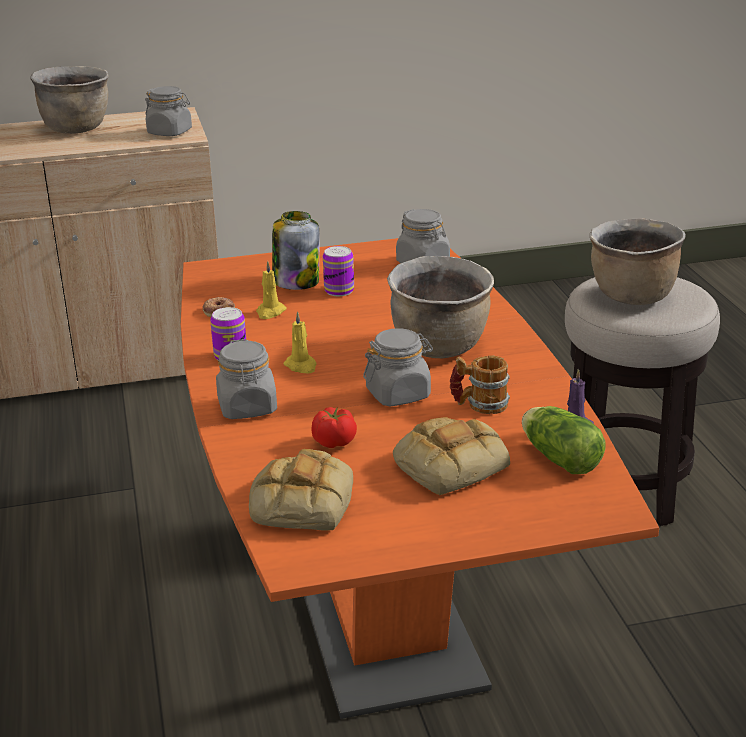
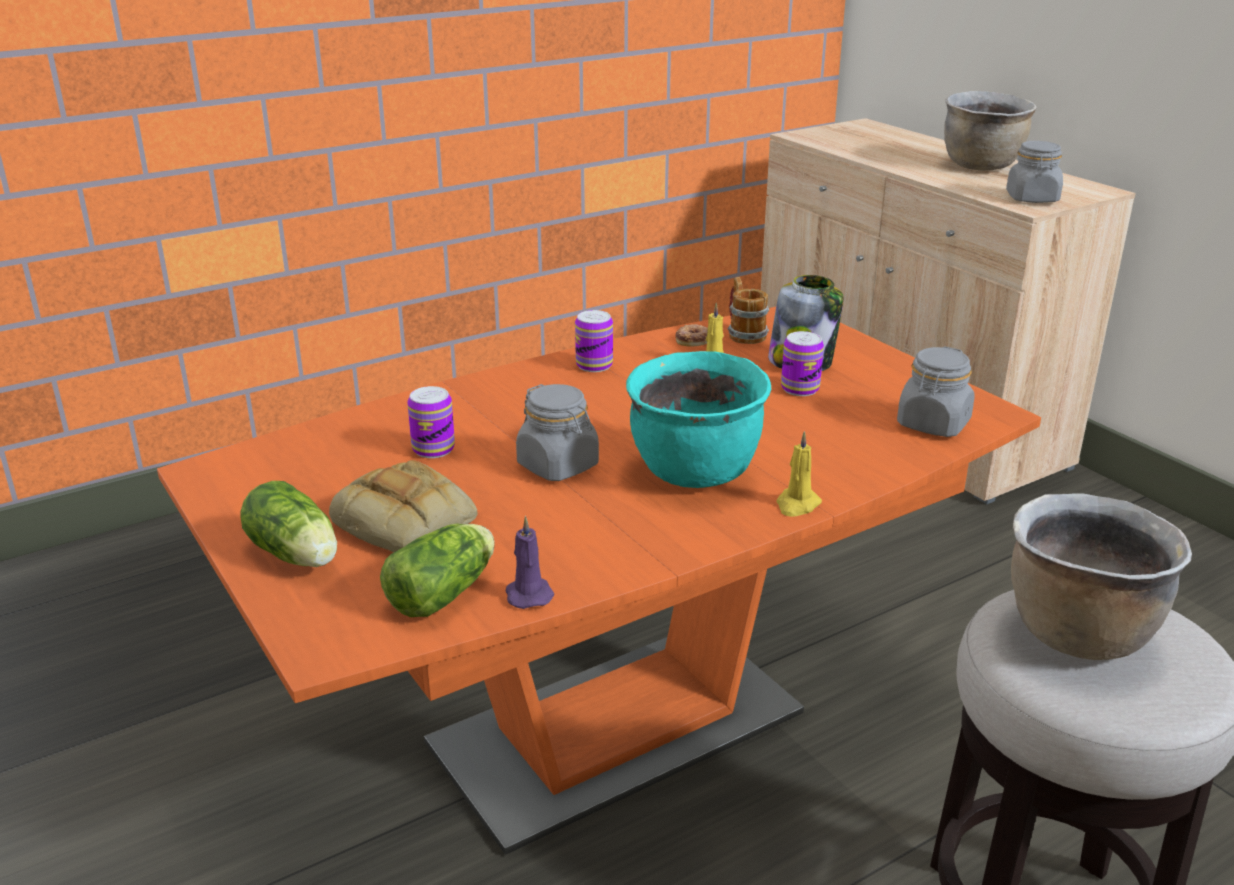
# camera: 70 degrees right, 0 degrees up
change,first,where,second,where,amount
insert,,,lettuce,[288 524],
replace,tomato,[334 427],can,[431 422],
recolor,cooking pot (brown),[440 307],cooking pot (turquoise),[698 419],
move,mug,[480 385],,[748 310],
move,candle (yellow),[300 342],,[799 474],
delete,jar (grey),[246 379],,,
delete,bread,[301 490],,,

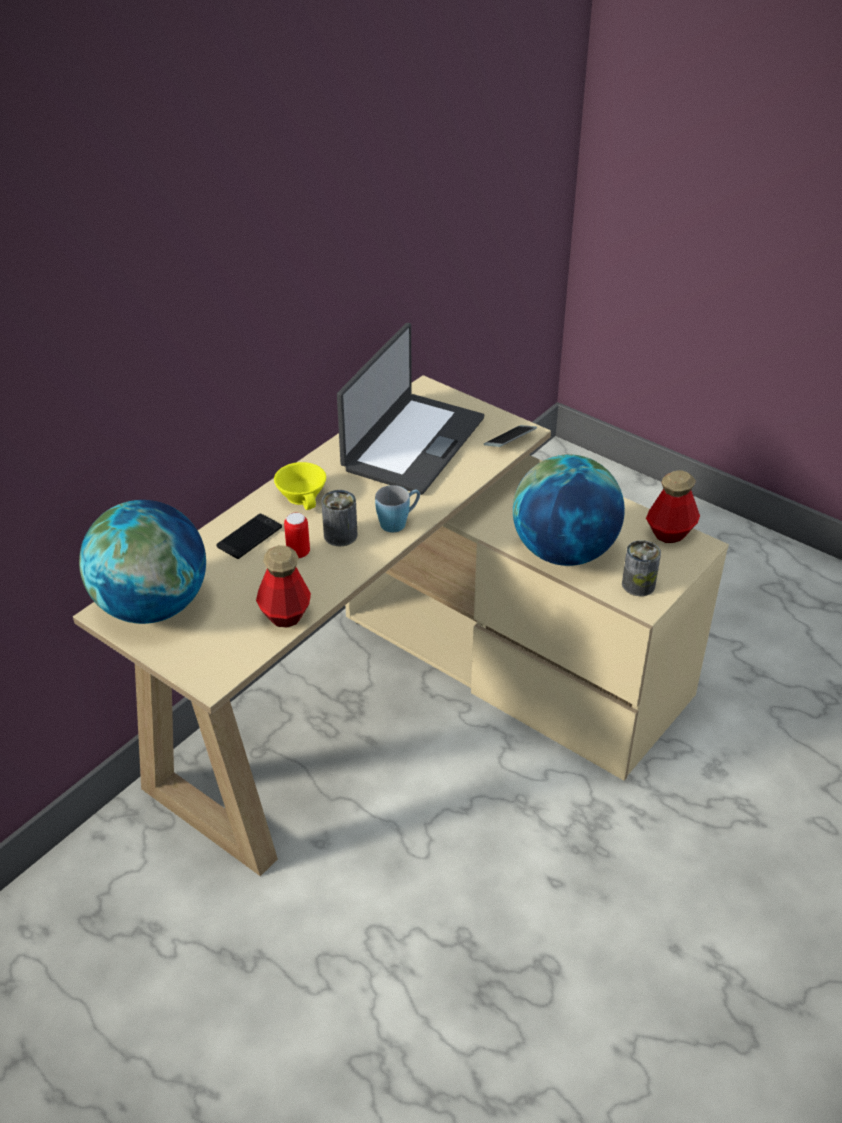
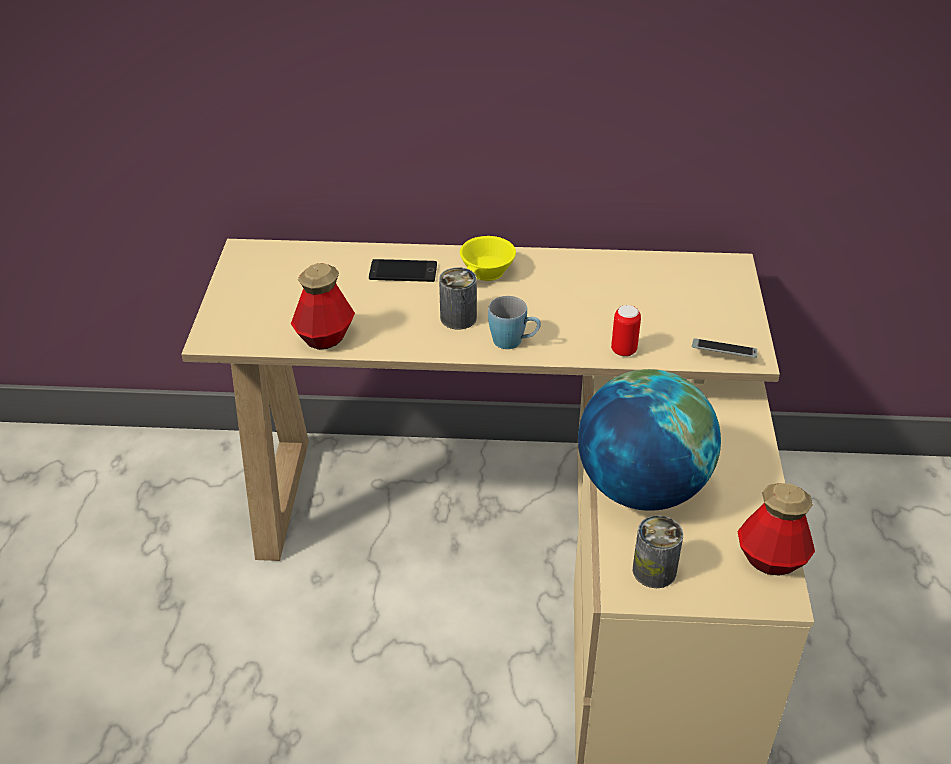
# camera: 55 degrees right, 0 degrees up
change,first,where,second,where,amount
move,can,[297 535],,[626 330],
delete,globe,[142 562],,,
delete,laptop,[410 409],,,

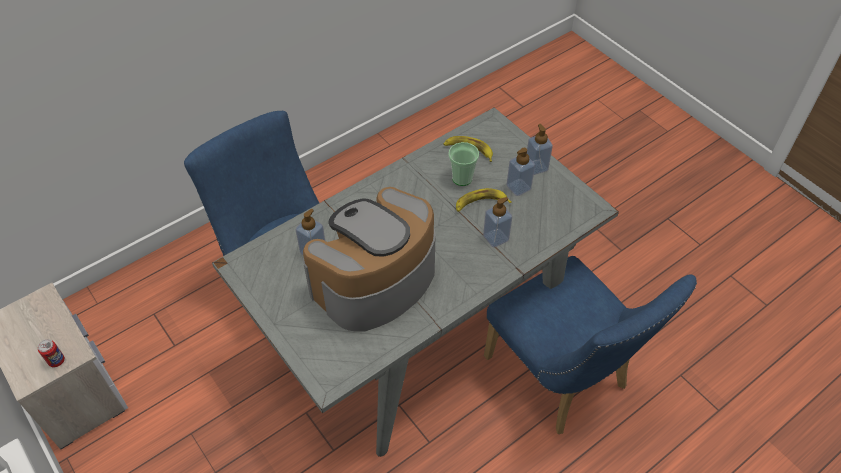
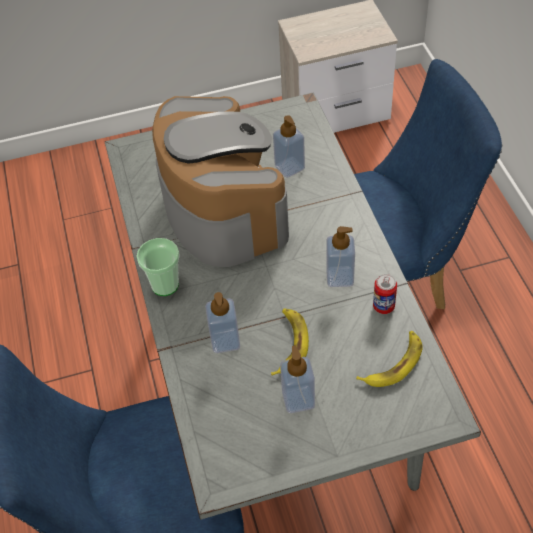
# camera: 115 degrees right, 0 degrees up
change,first,where,second,where,amount
move,cup,[463 164],,[158 267],
move,soap dispenser,[540 149],,[340 256],
move,can,[51 353],,[385 294],

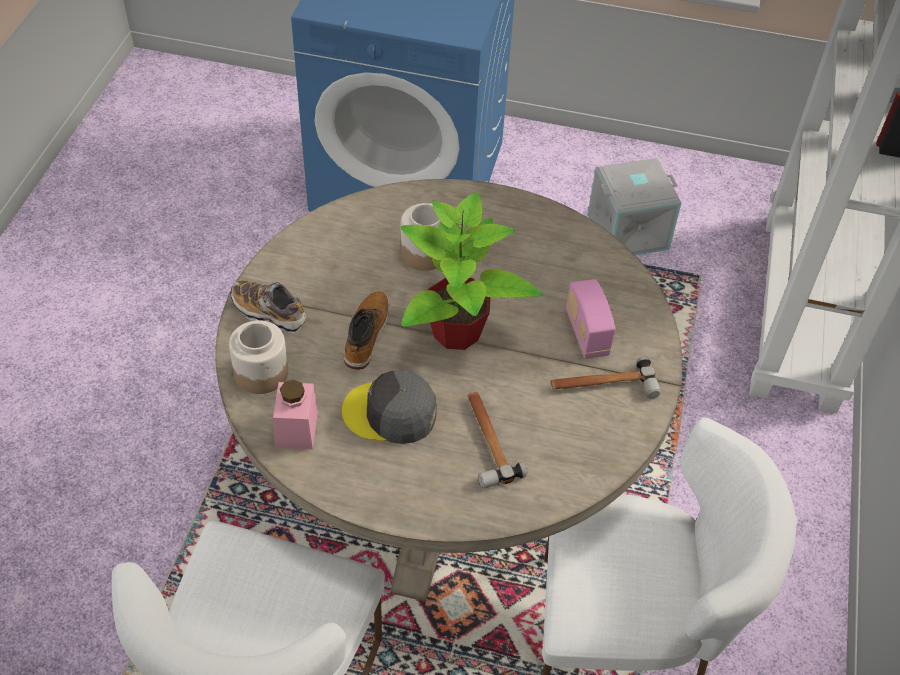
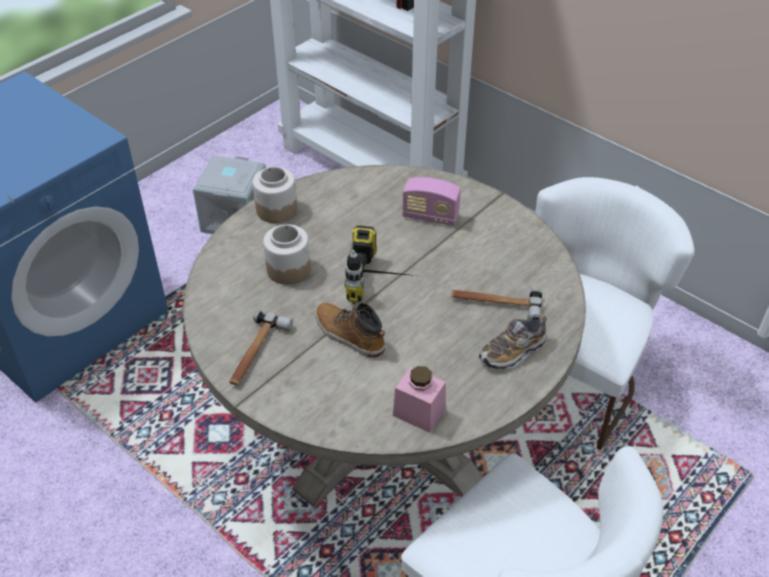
# camera: 60 degrees left, 5 degrees down
change,first,where,second,where,amount
move,hammer,[606 377],,[261 348],
move,jar,[258 357],,[275 194],
replace,potted plant,[471 271],power drill,[380 264],
move,shoe,[268 306],,[513 341],
delete,cap (grey),[389 407],,,

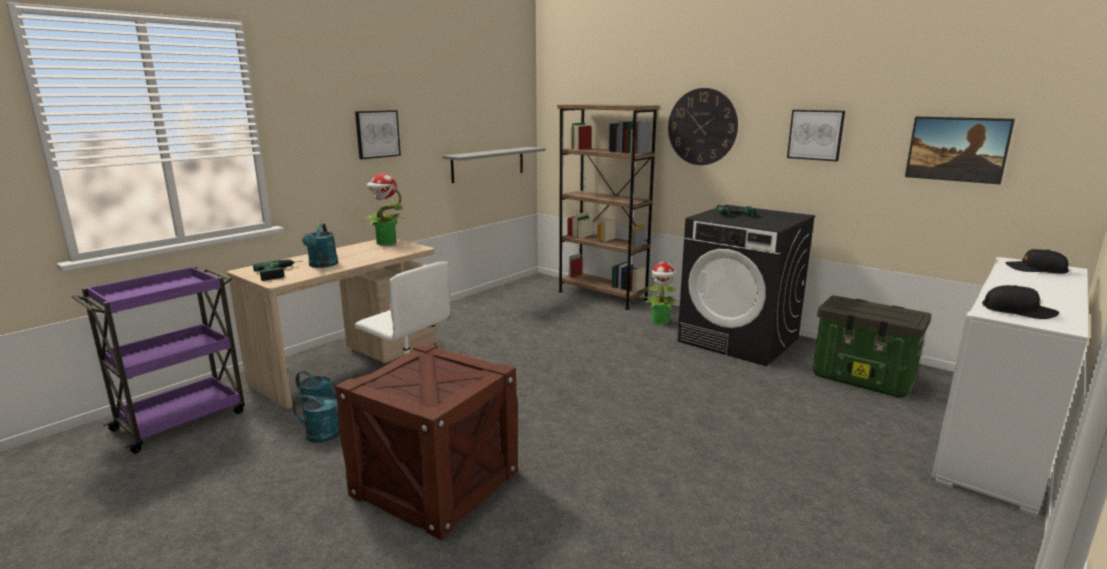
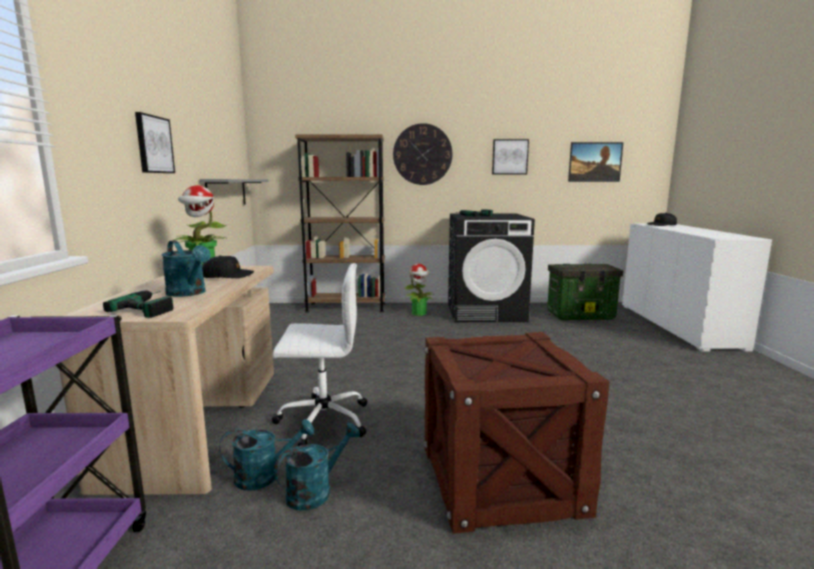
# camera: 40 degrees left, 5 degrees down
change,first,where,second,where,amount
move,cap (black),[1020 302],,[228 266],

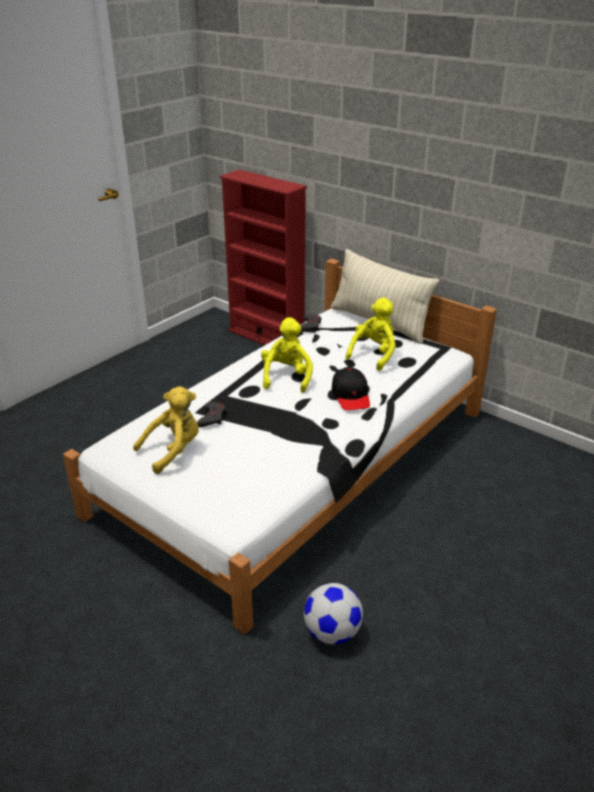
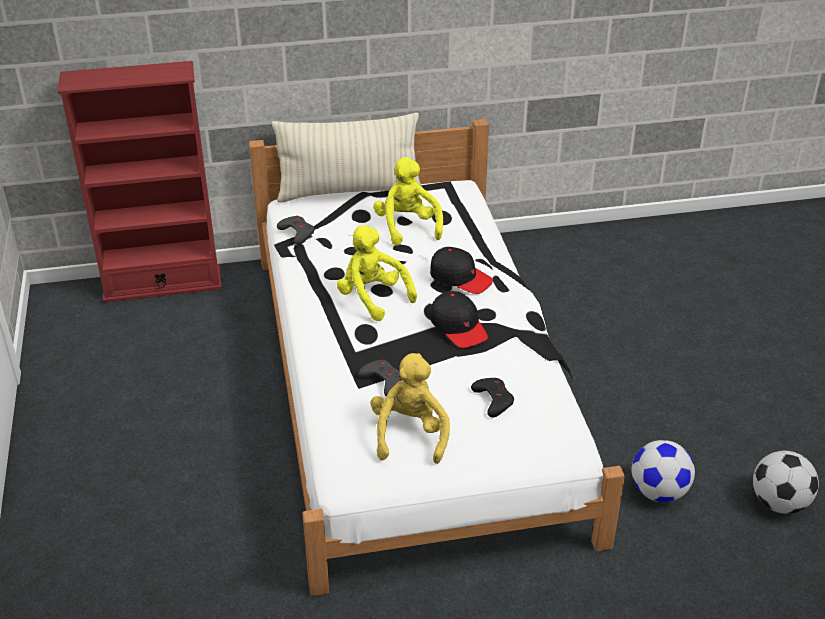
# camera: 50 degrees left, 5 degrees up
change,first,where,second,where,amount
insert,,,cap (black),[459 319],
insert,,,game controller (black),[492 398],
insert,,,football,[786 482],

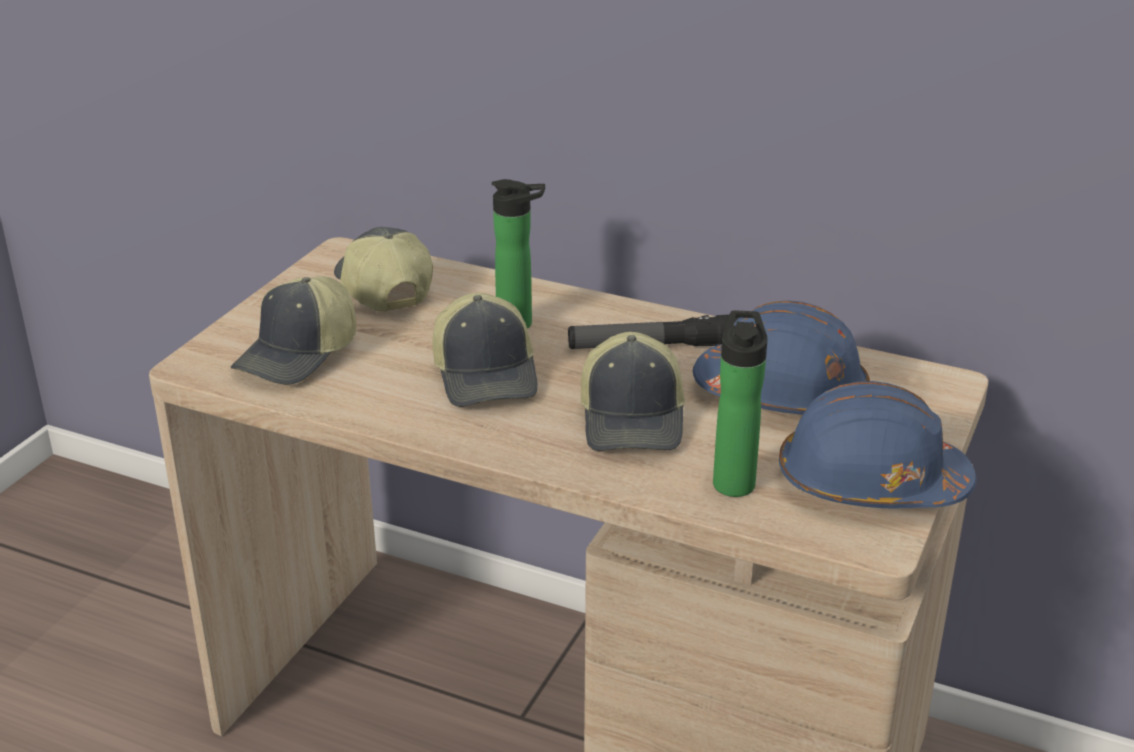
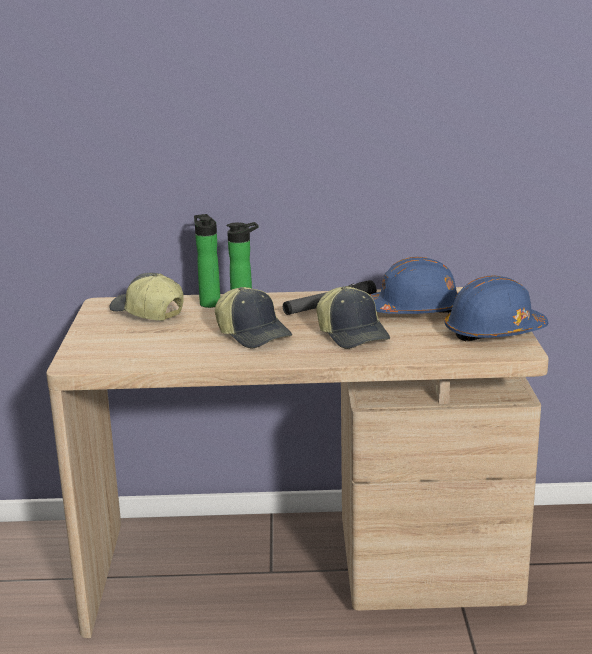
# camera: 25 degrees left, 10 degrees down
change,first,where,second,where,amount
move,bottle,[740 404],,[207 261],
delete,cap,[293 330],,,

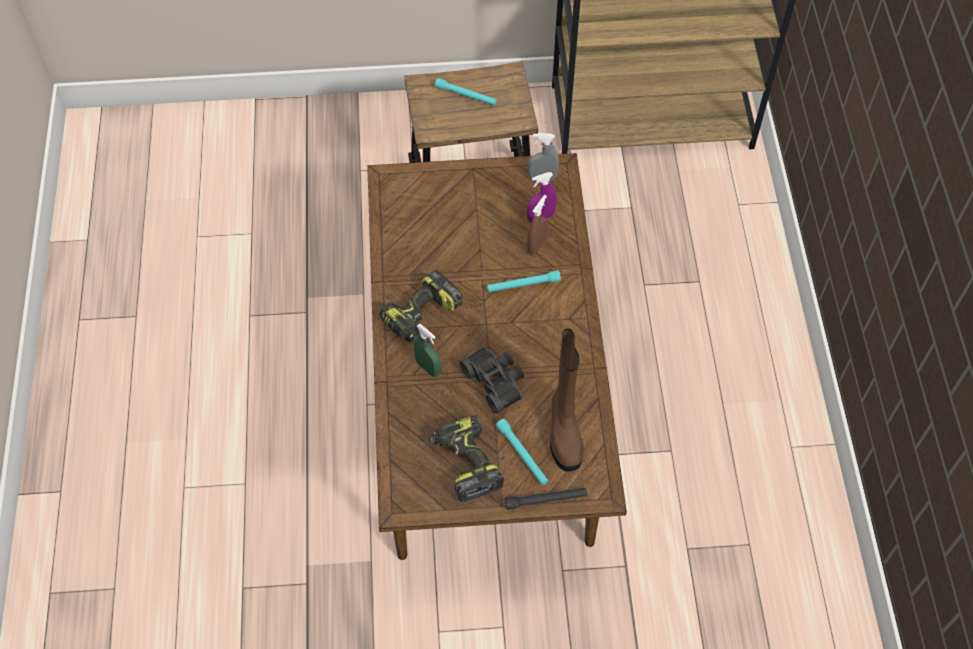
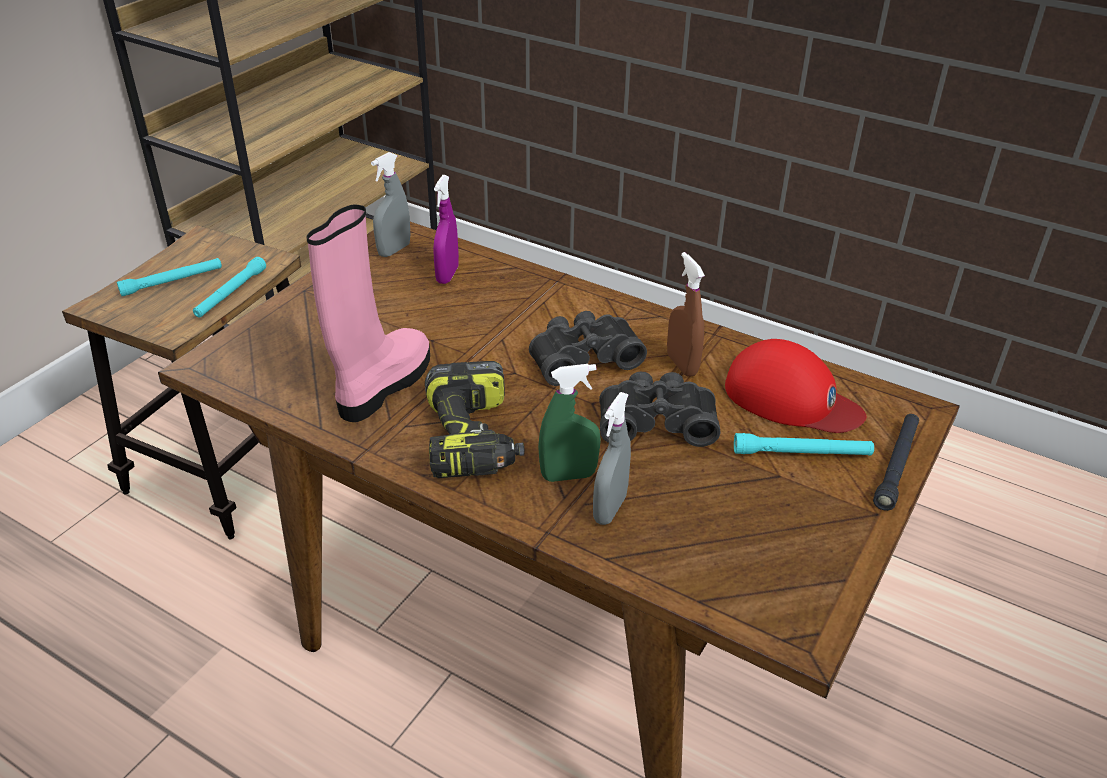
# camera: 55 degrees left, 20 degrees down
change,first,where,second,where,amount
move,flashlight (turquoise),[524 281],,[229 287],
insert,,,boot (pink),[368 313],
insert,,,binoculars (black),[588 348],
insert,,,spray bottle (grey),[612 458],
move,spray bottle (brown),[537 225],,[686 314],
replace,boot (brown),[567 400],cap (red),[795 386],
delete,power drill,[466 458],,,

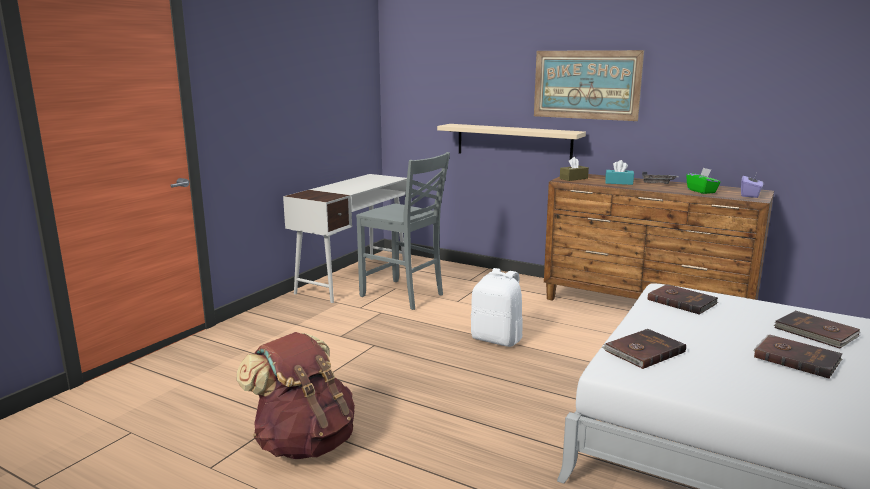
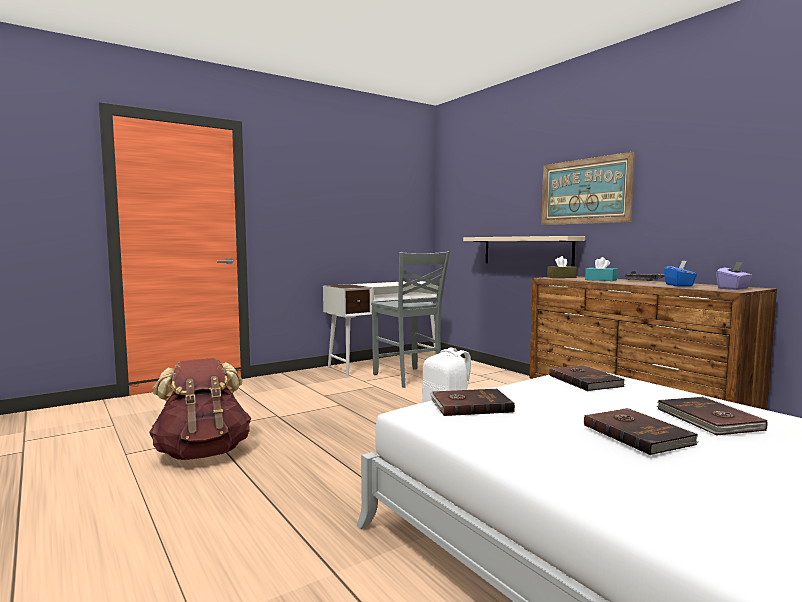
# camera: 25 degrees right, 10 degrees down
change,first,where,second,where,amount
recolor,tissue box (green),[703 181],tissue box (blue),[680 273],

